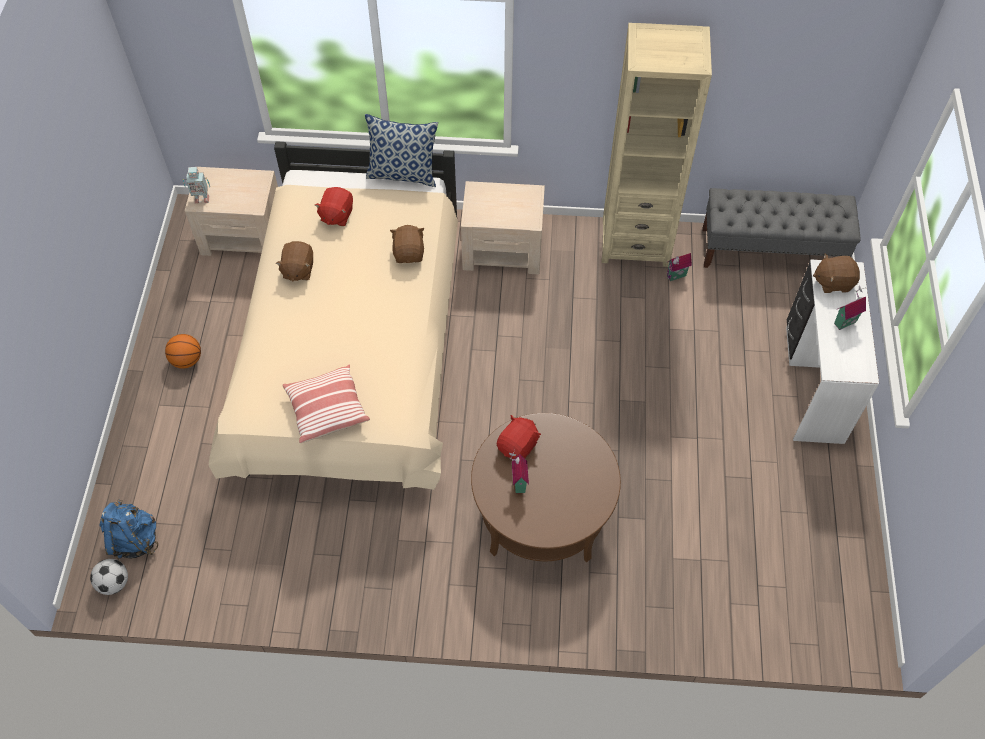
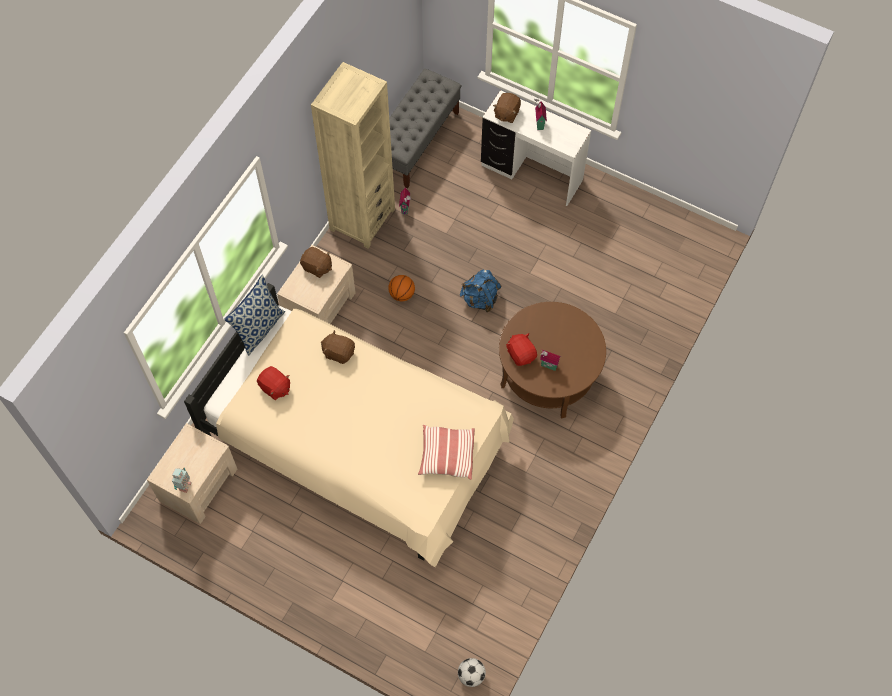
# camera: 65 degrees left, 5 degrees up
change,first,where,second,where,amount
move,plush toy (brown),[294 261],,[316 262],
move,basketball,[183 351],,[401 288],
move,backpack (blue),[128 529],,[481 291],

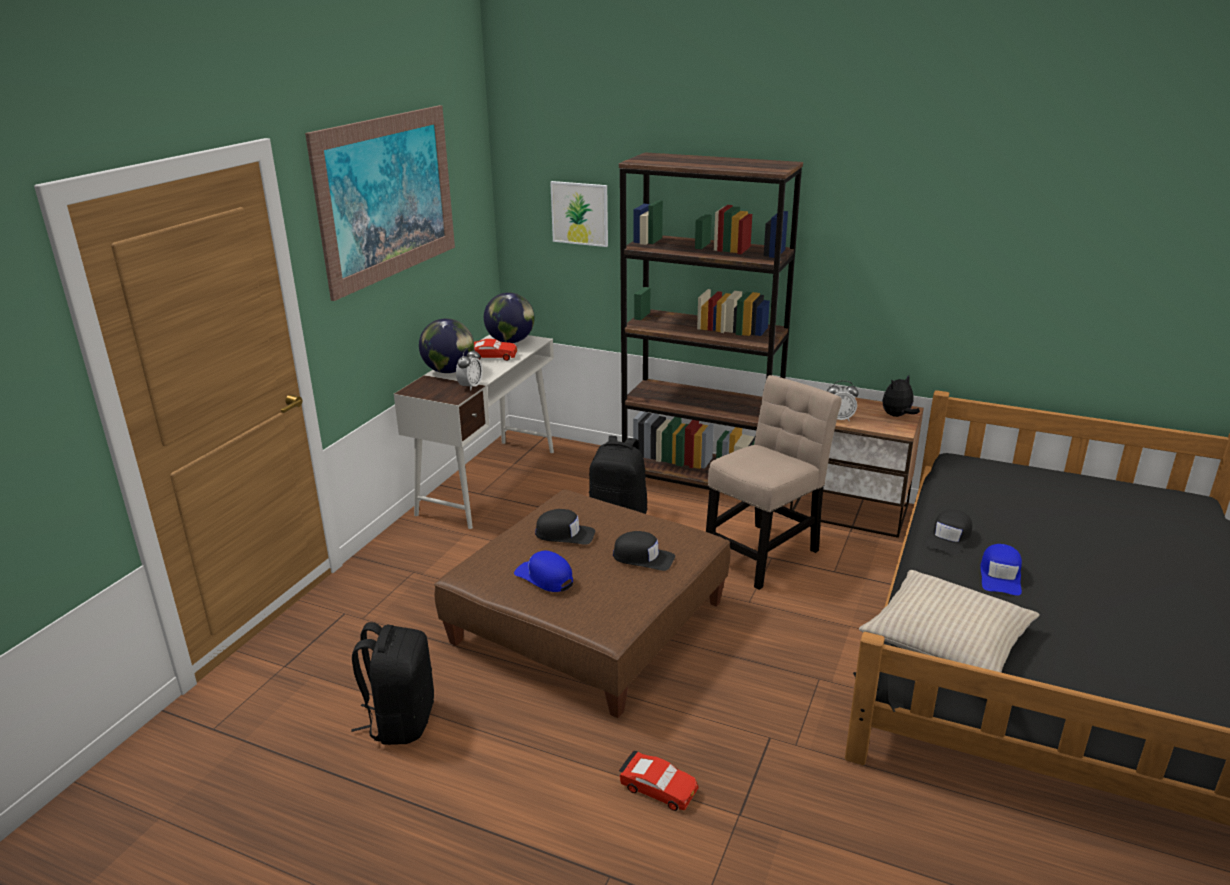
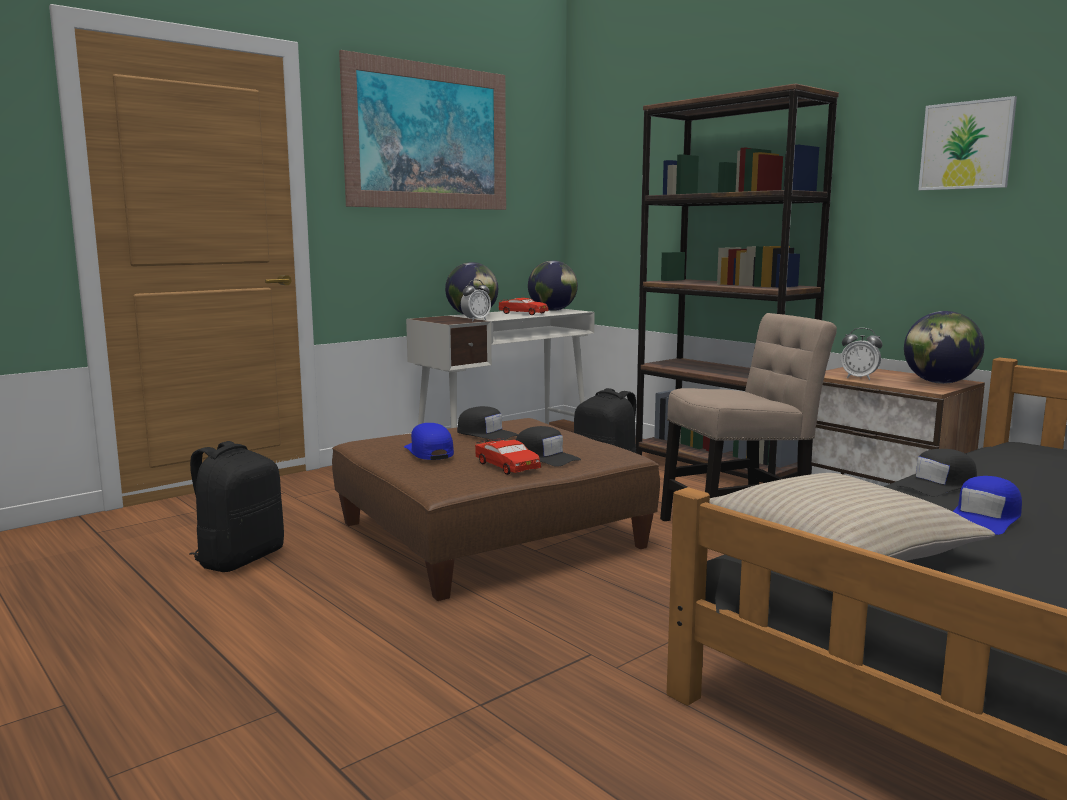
# camera: 25 degrees right, 15 degrees down
change,first,where,second,where,amount
move,toy car (red),[659 781],,[508 456],
replace,plush toy,[901 396],globe,[944 347],
move,picture,[579 214],,[967 143],

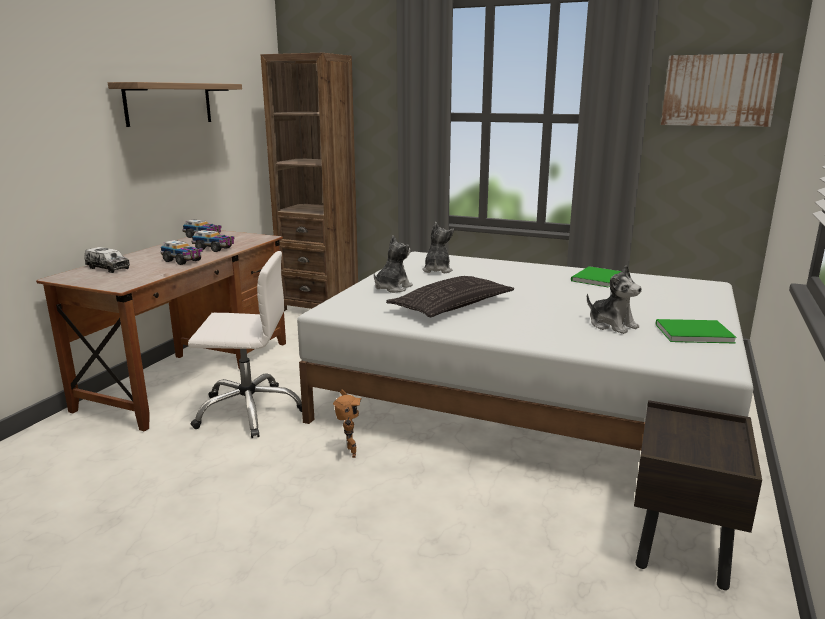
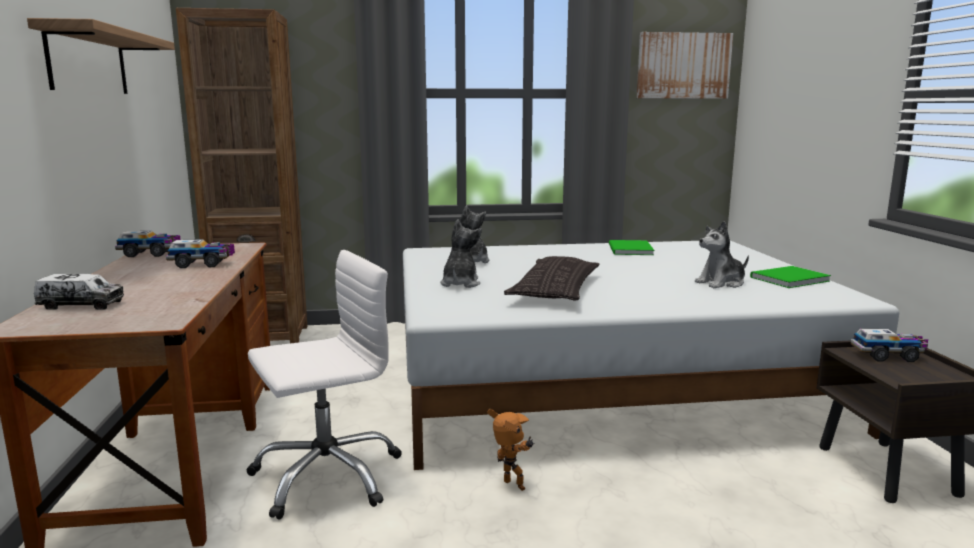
# camera: 30 degrees left, 5 degrees down
change,first,where,second,where,amount
rotate,plush toy,[614 299],,[722 254],135 degrees clockwise
move,toy truck,[181 252],,[889 345],

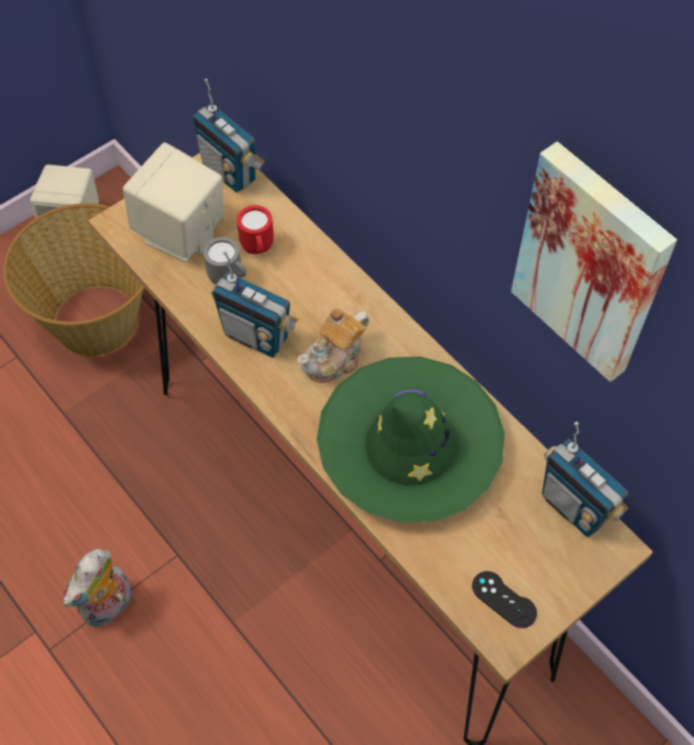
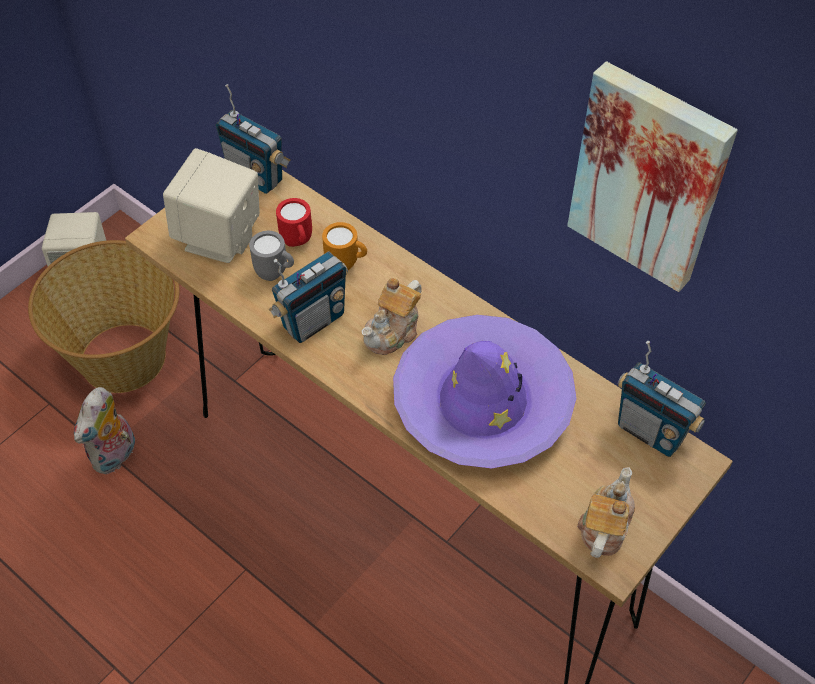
# camera: 10 degrees left, 5 degrees down
change,first,where,second,where,amount
move,plush toy,[97 588],,[105 430],
rotate,radio,[254 304],,[308 297],60 degrees counterclockwise
insert,,,mug (orange),[344 246],
recolor,hat (green),[411 440],hat (purple),[484 391],
replace,game controller (black),[504 599],teapot,[606 512],

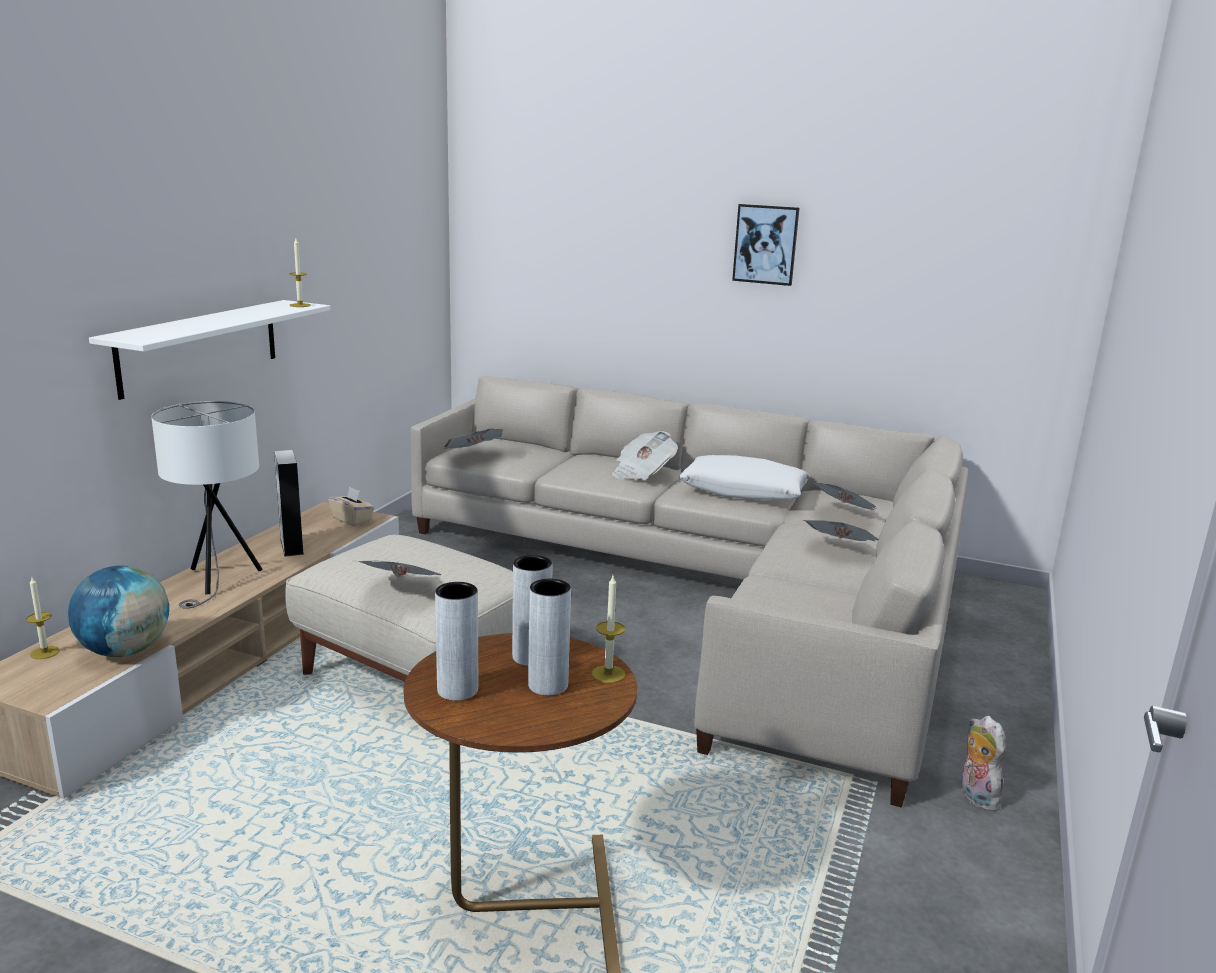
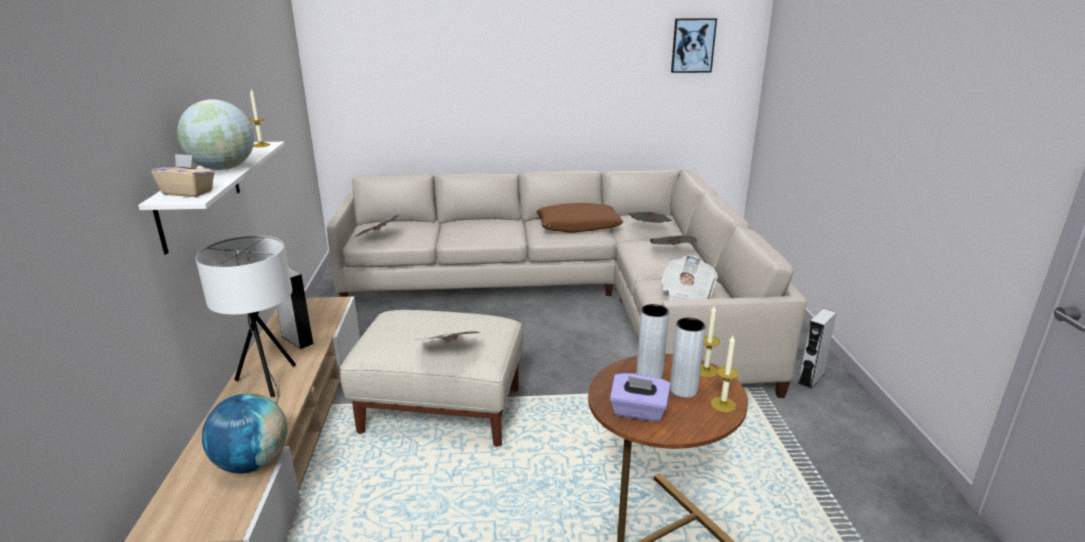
# camera: 25 degrees left, 5 degrees up
change,first,where,second,where,amount
move,tissue box (beige),[351 506],,[183 175],
insert,,,globe,[215 134],
recolor,pillow (white),[744 477],pillow (brown),[580 218],
replace,vase (grey),[456 641],tissue box (purple),[640 397],
move,newspaper,[645 455],,[689 277],
move,picture,[766 245],,[694 45],
move,candle,[43 618],,[724 374],
replace,plush toy,[983 763],speaker (grey),[817 348],

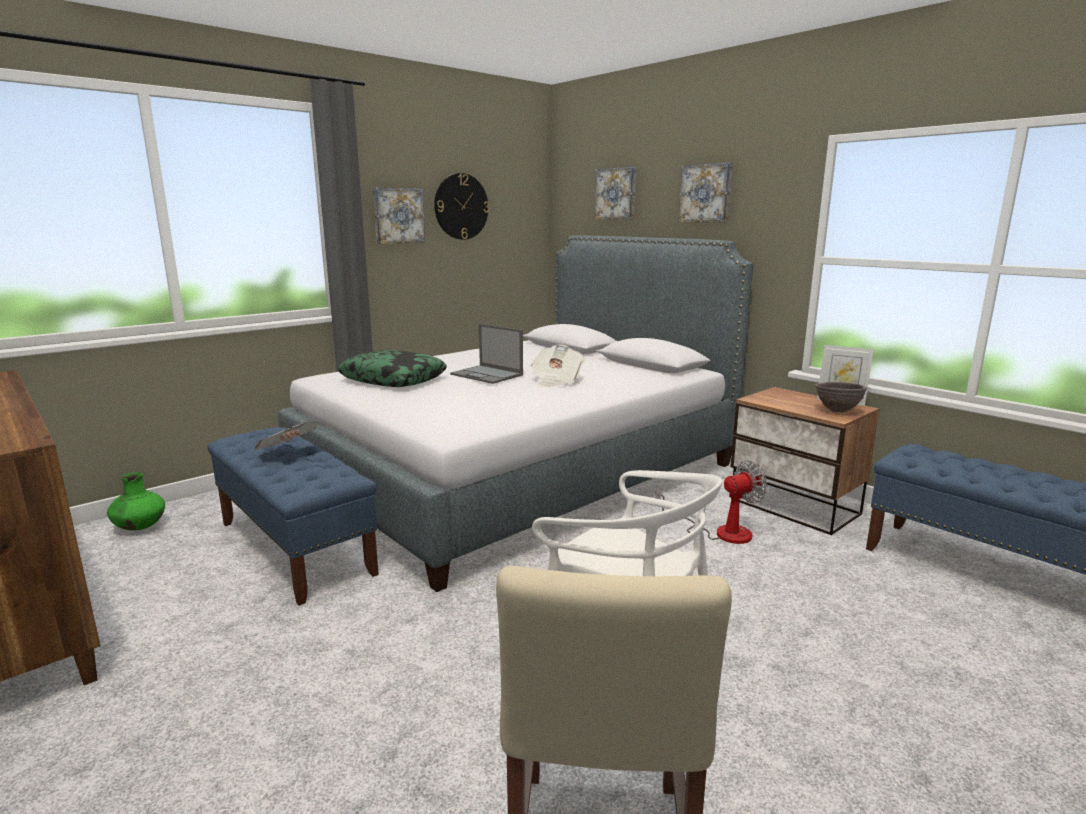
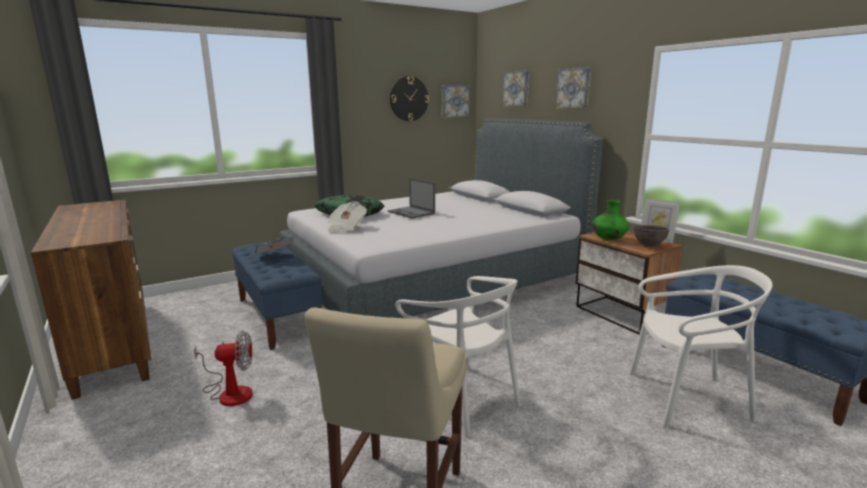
# camera: 10 degrees right, 0 degrees up
change,first,where,second,where,amount
move,fan,[712 502],,[223 368],
move,newspaper,[558 366],,[347 217],
move,picture,[399 216],,[456 101],
move,vase (green),[136 501],,[610 220],
insert,,,chair (white),[700 346],

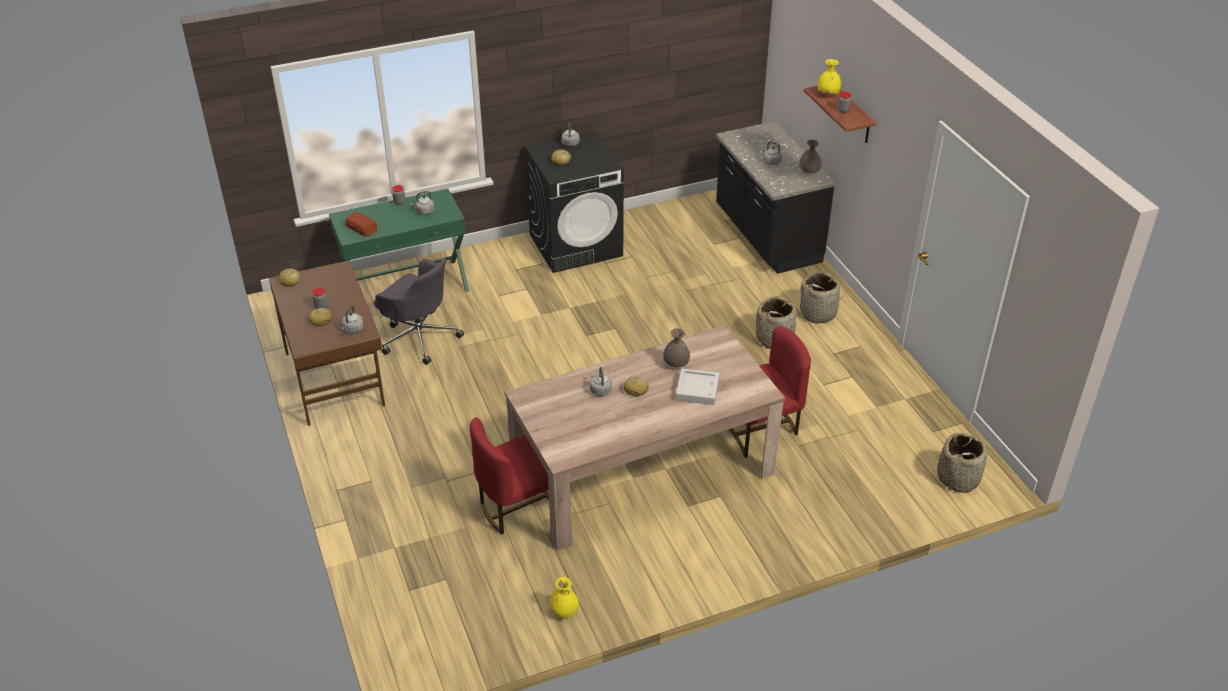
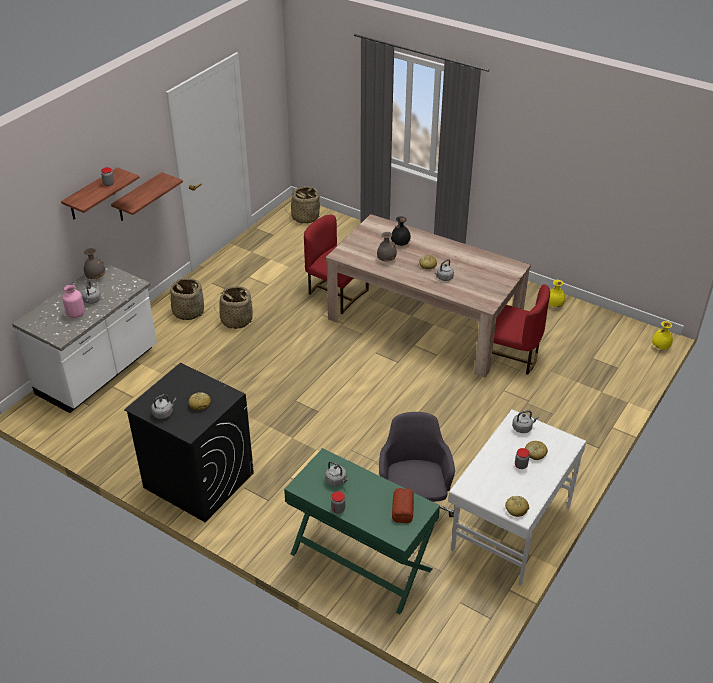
# camera: 125 degrees left, 0 degrees up
change,first,where,second,where,amount
recolor,counter (black),[775 197],counter (white),[84 337],
insert,,,vase (pink),[73 301],
insert,,,shelf,[147 196],
replace,tray (grey),[697 386],vase (black),[401 231],
recolor,desk (brown),[327 343],desk (white),[517 498],
move,vase (yellow),[829 77],,[662 335],

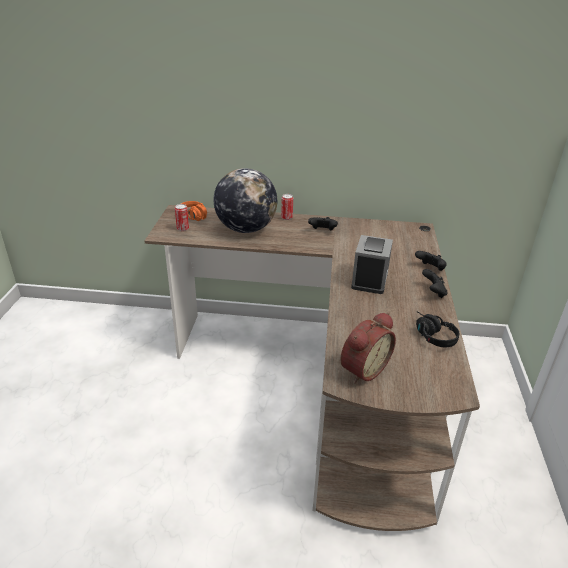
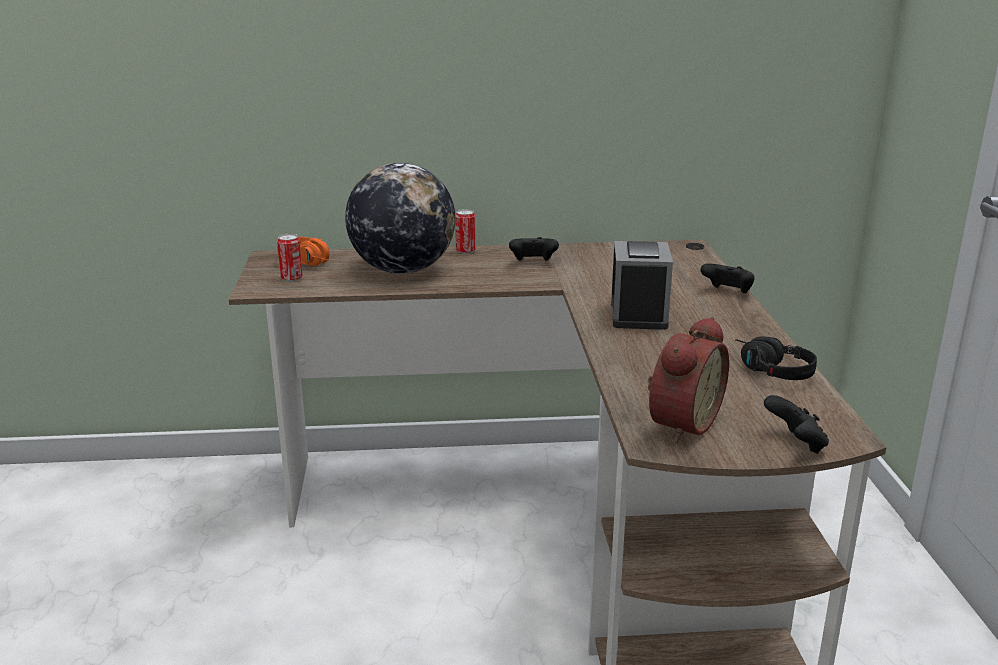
# camera: 10 degrees left, 10 degrees down
change,first,where,second,where,amount
move,game controller (black),[435 283],,[796 424],

